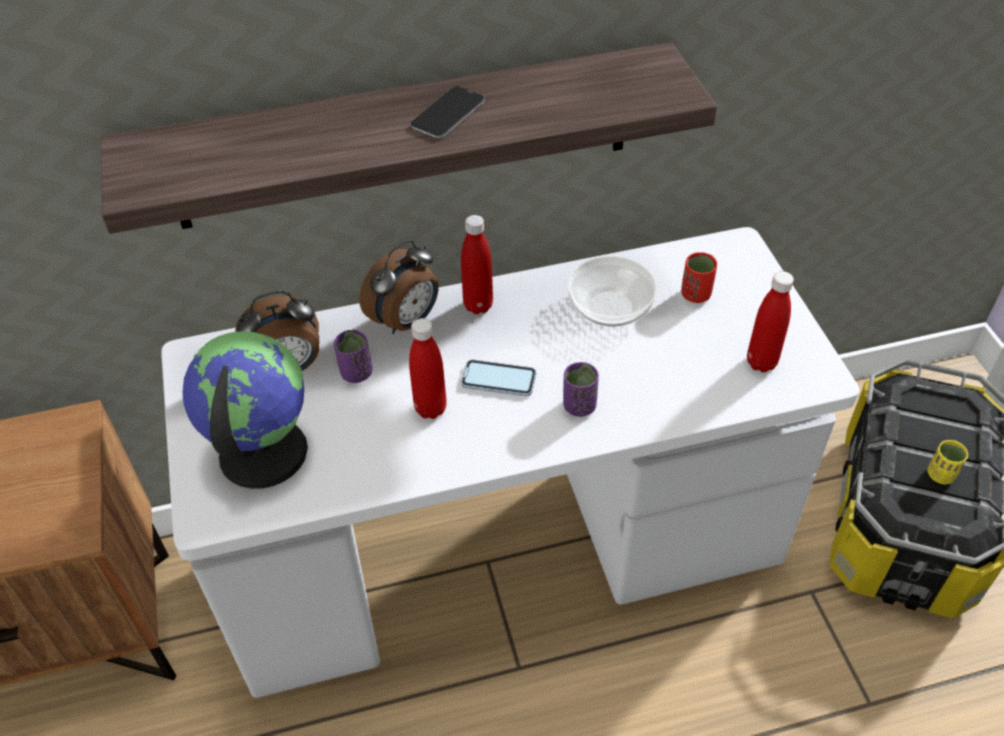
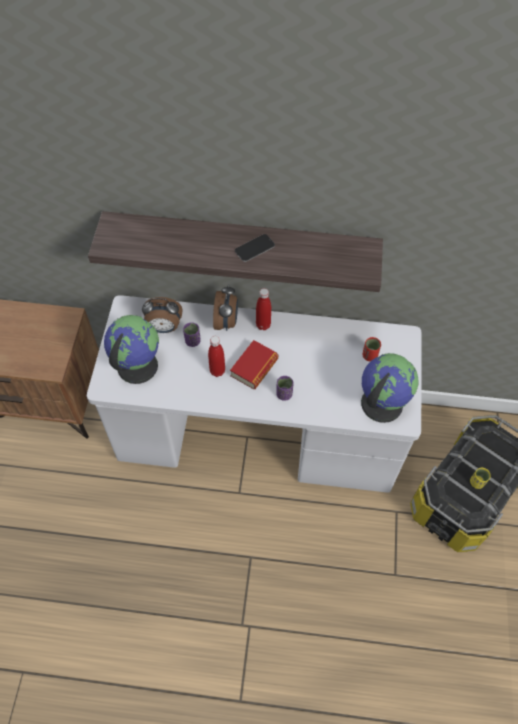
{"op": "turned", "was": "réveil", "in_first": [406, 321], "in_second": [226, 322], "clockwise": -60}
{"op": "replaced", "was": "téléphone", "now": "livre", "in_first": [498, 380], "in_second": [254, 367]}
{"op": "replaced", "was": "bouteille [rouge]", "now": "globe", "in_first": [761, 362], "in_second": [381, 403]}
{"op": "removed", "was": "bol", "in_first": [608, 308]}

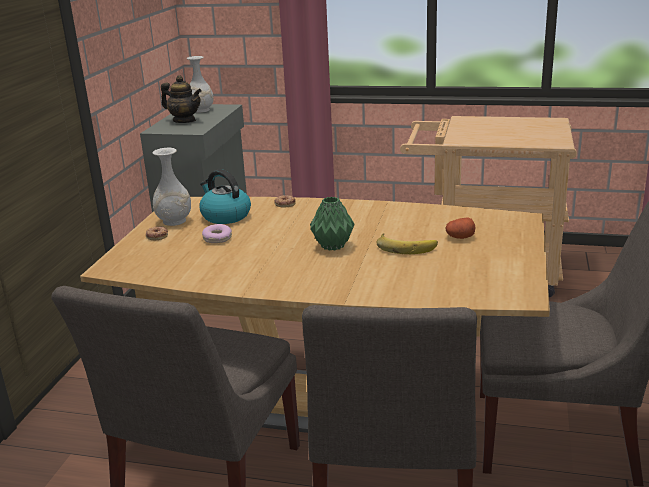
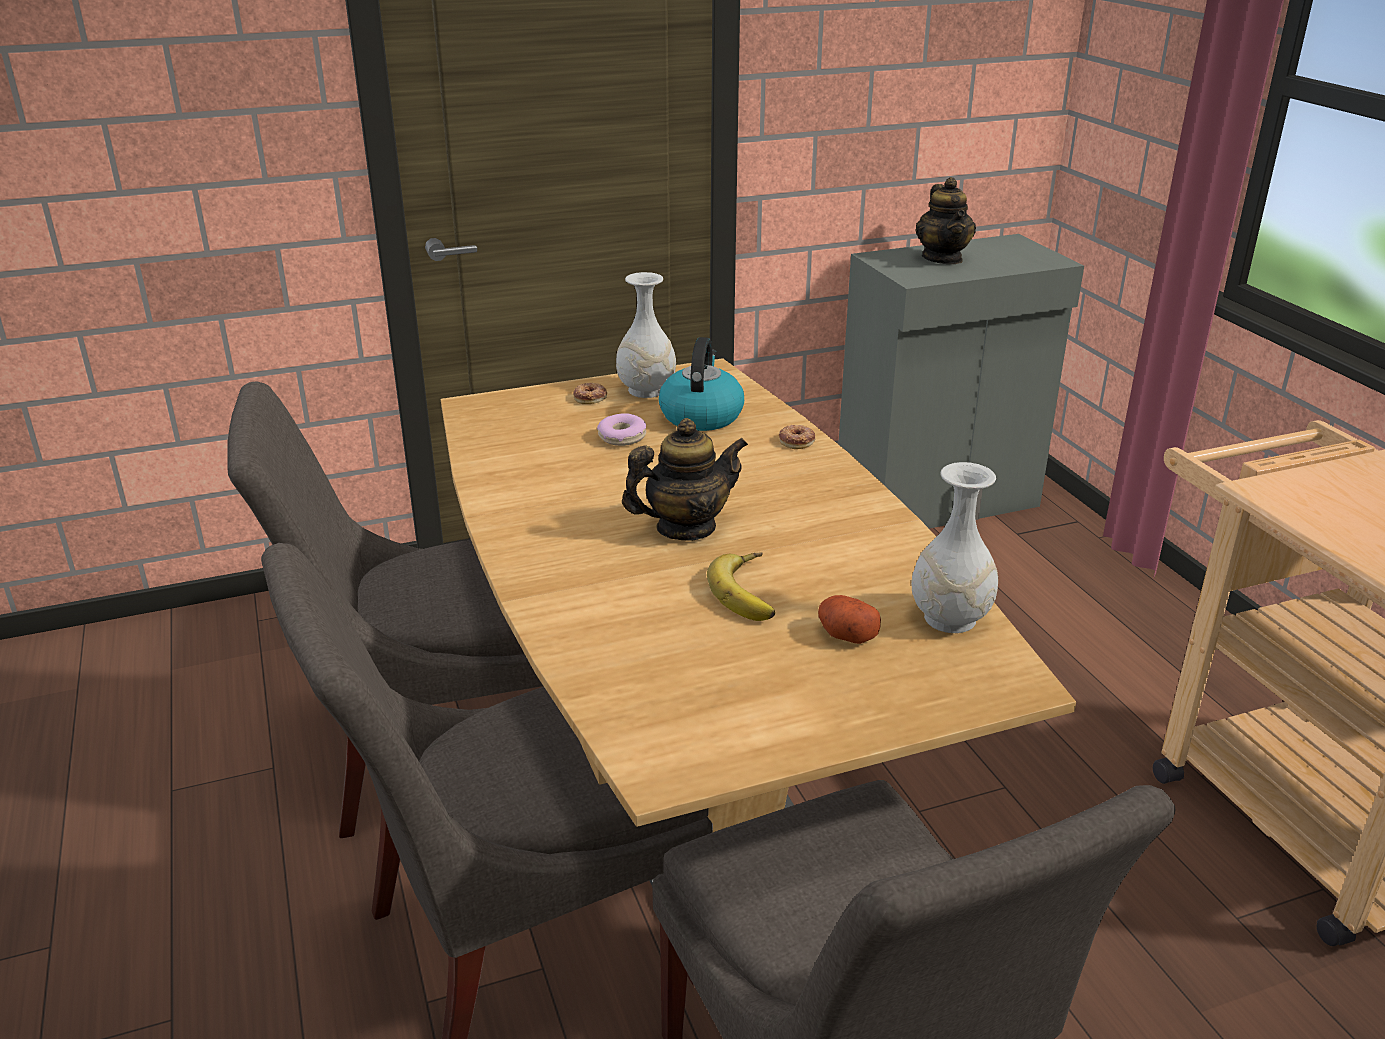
{"op": "replaced", "was": "vase [vert]", "now": "théière", "in_first": [332, 246], "in_second": [685, 528]}
{"op": "moved", "was": "vase [blanc]", "in_first": [201, 110], "in_second": [948, 619]}

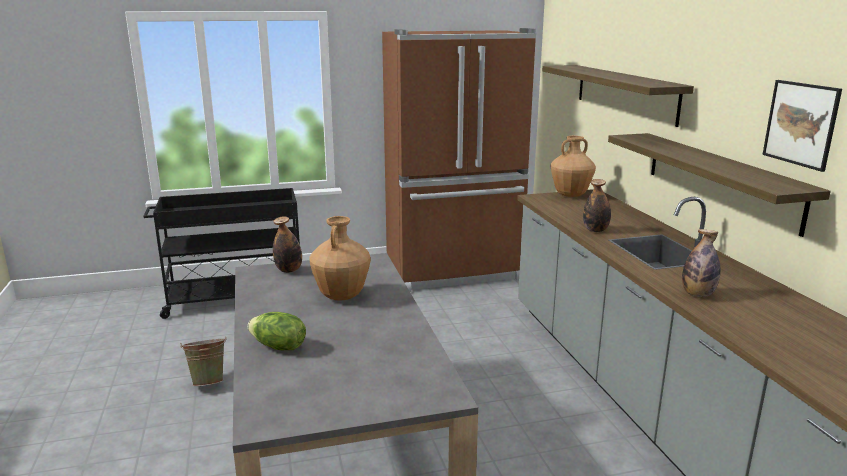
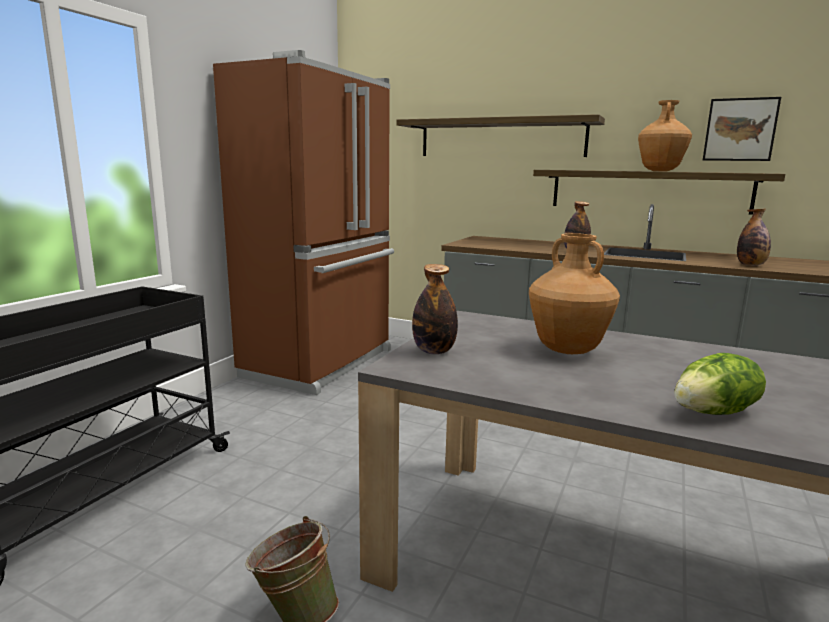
{"op": "moved", "was": "vase [marron]", "in_first": [571, 195], "in_second": [660, 171]}

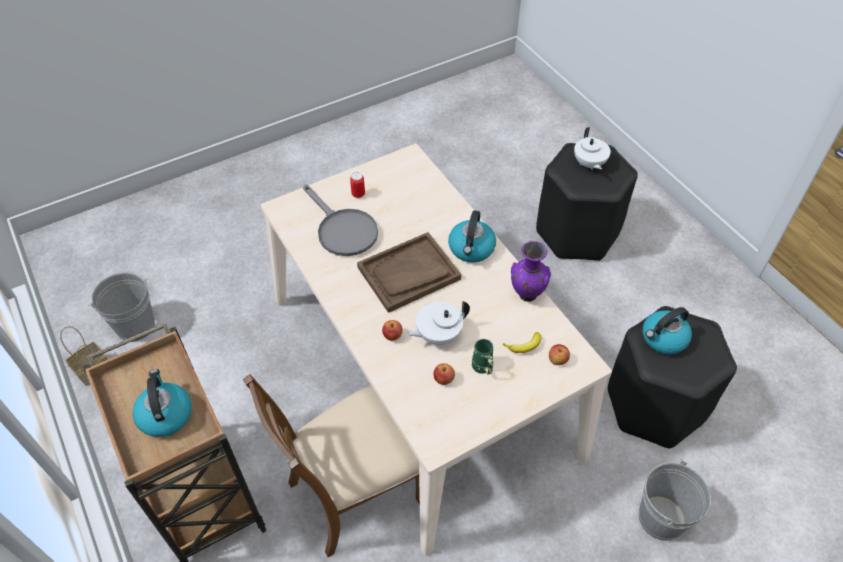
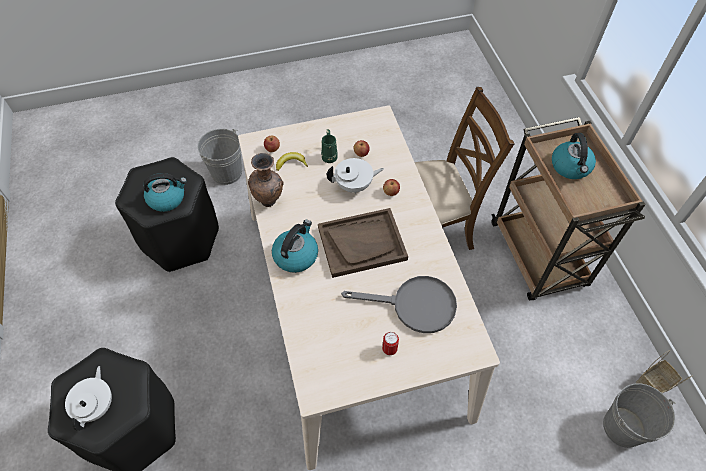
{"op": "recoloured", "was": "vase [violet]", "now": "vase [marron]", "in_first": [526, 296], "in_second": [269, 201]}
{"op": "turned", "was": "poêle [gris]", "in_first": [342, 230], "in_second": [414, 305], "clockwise": 120}

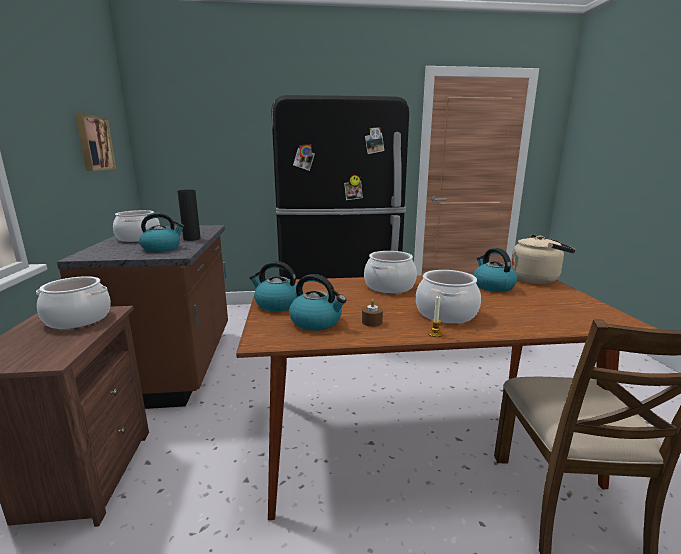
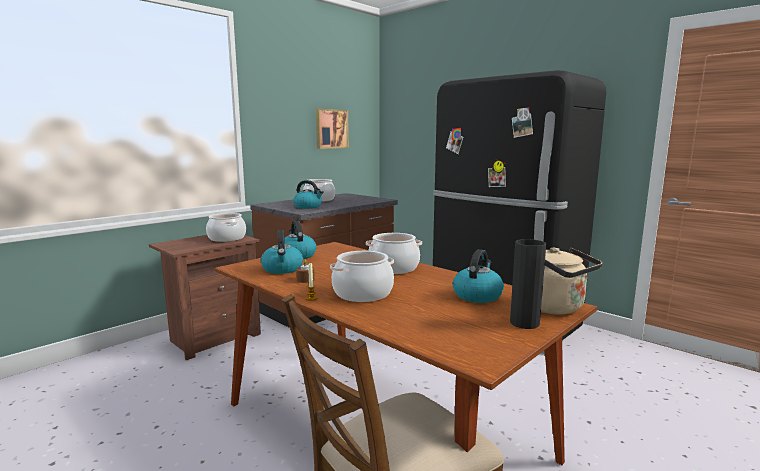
{"op": "moved", "was": "vase [noir]", "in_first": [192, 239], "in_second": [524, 323]}

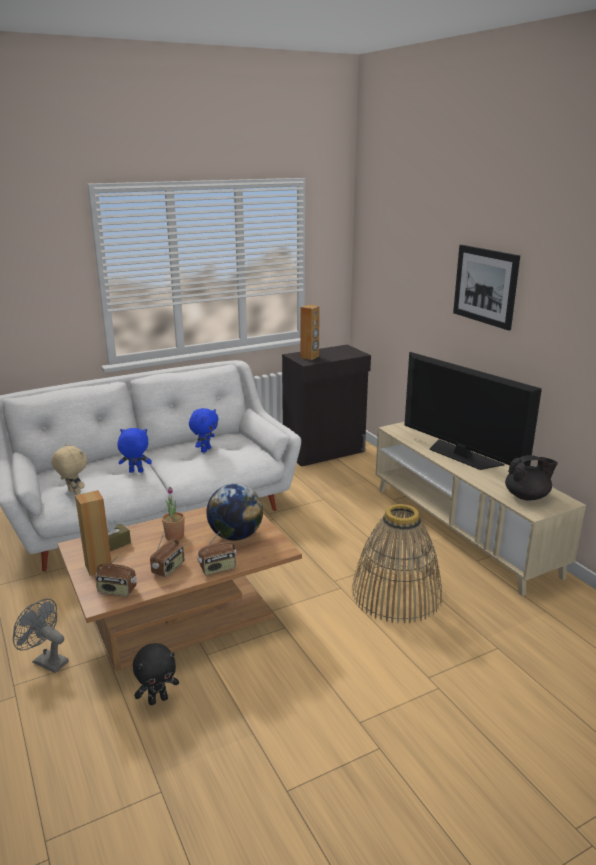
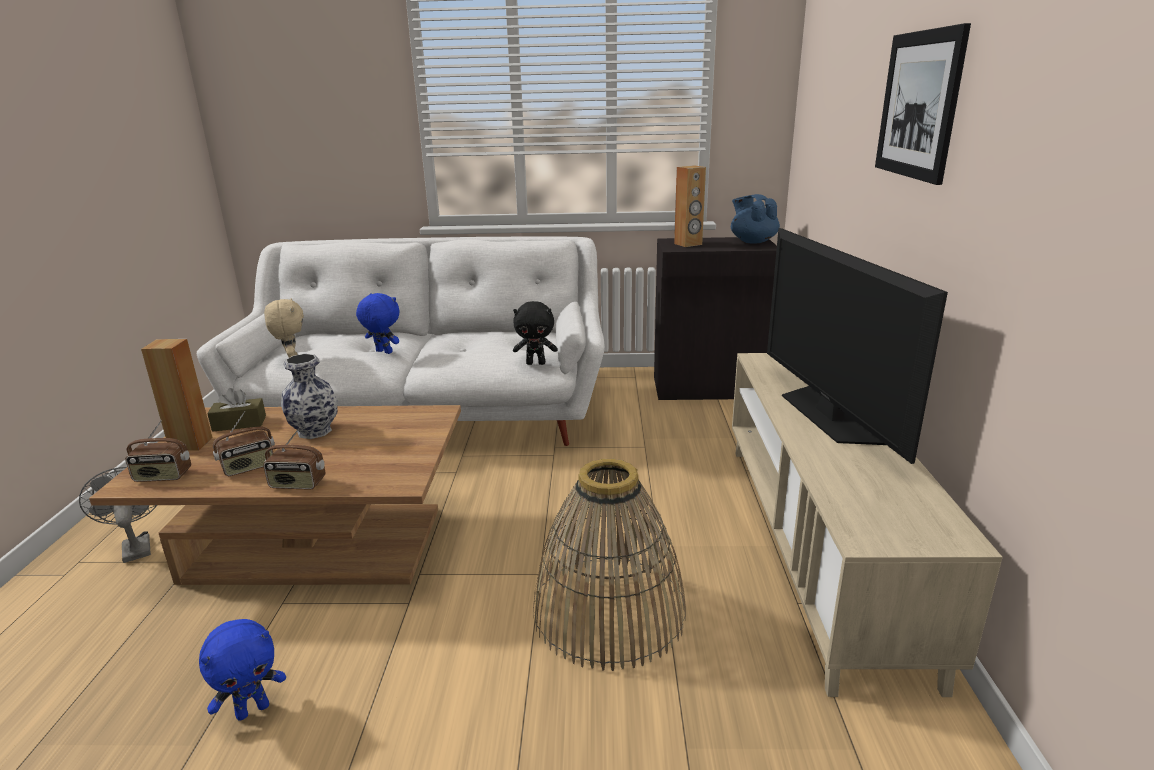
{"op": "turned", "was": "radio", "in_first": [117, 591], "in_second": [162, 476], "clockwise": -45}
{"op": "moved", "was": "peluche [bleu]", "in_first": [205, 450], "in_second": [253, 709]}
{"op": "replaced", "was": "plante en pot", "now": "vase", "in_first": [174, 536], "in_second": [313, 431]}
{"op": "moved", "was": "peluche [noir]", "in_first": [158, 699], "in_second": [536, 363]}
{"op": "added", "now": "théière [bleu]", "in_second": [753, 241]}
{"op": "removed", "was": "globe", "in_first": [235, 536]}
{"op": "removed", "was": "théière [noir]", "in_first": [527, 496]}

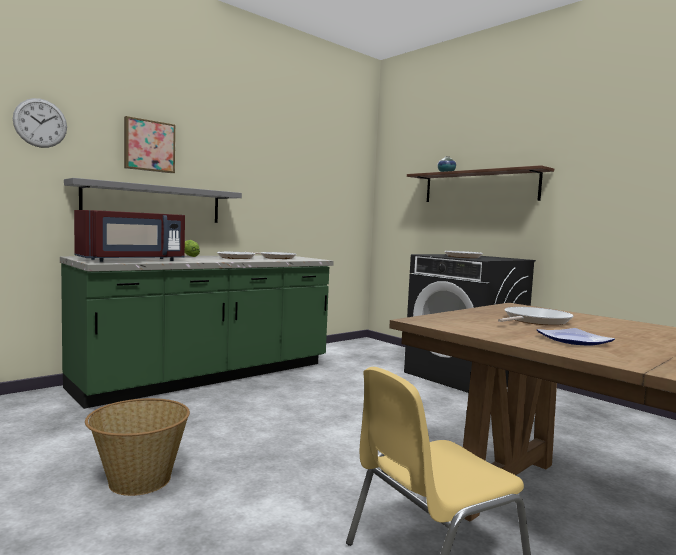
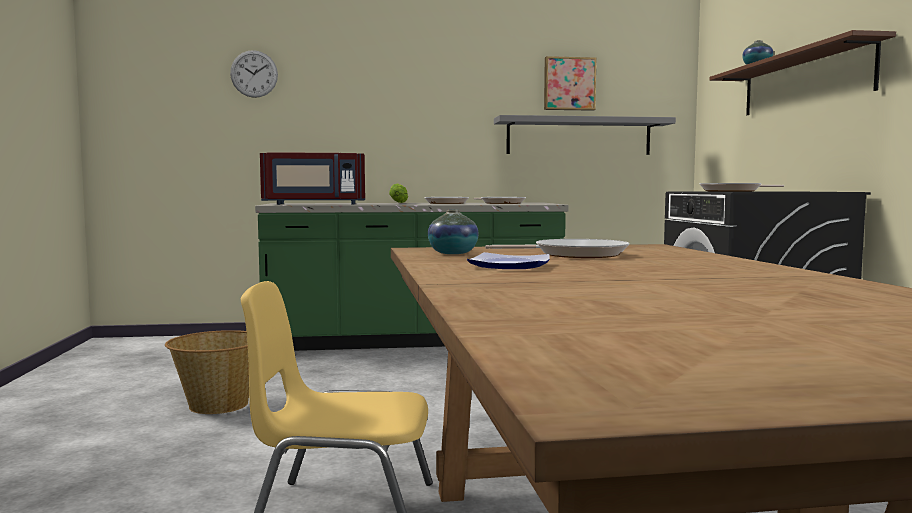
{"op": "added", "now": "vase", "in_second": [453, 253]}
{"op": "moved", "was": "étagère [gris]", "in_first": [154, 203], "in_second": [579, 136]}
{"op": "moved", "was": "tableau", "in_first": [149, 146], "in_second": [569, 84]}

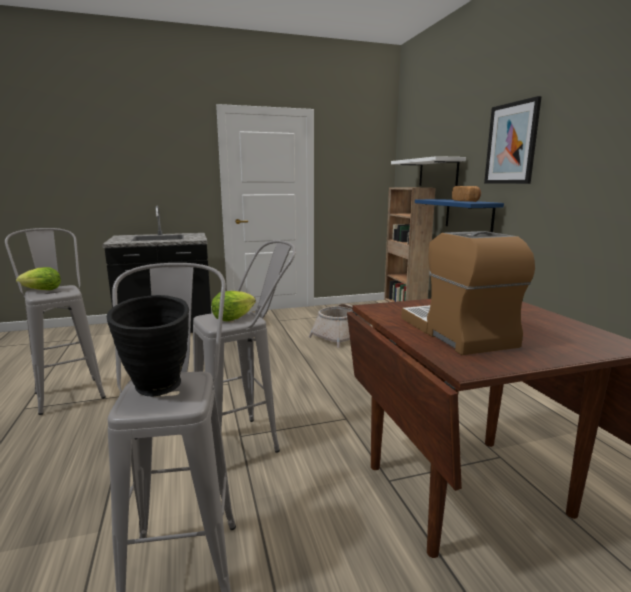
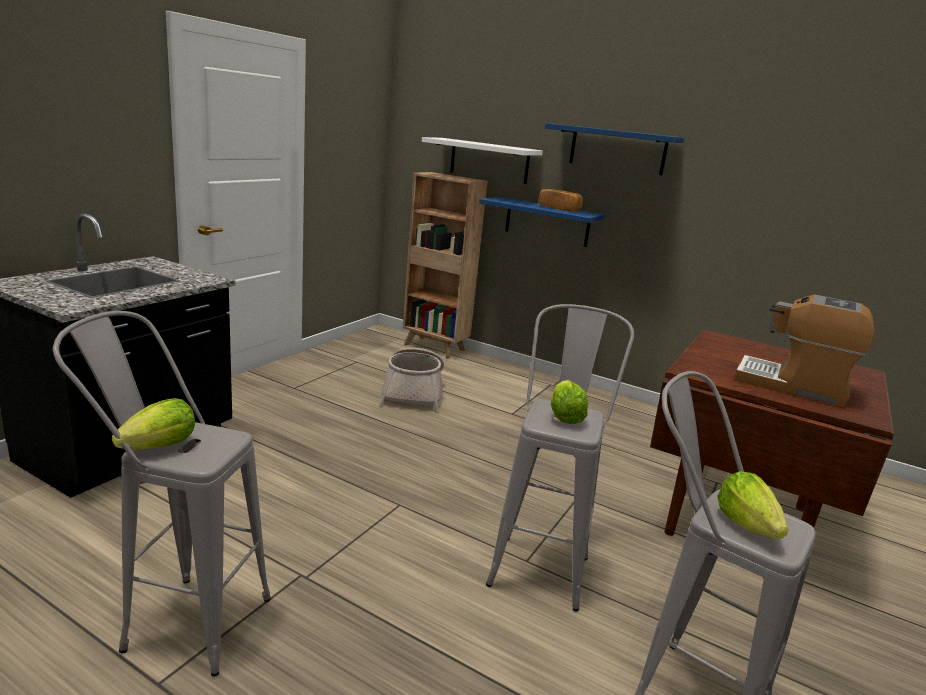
{"op": "replaced", "was": "tableau", "now": "étagère [bleu]", "in_first": [511, 143], "in_second": [617, 150]}
{"op": "replaced", "was": "vase [noir]", "now": "laitue", "in_first": [158, 391], "in_second": [746, 525]}

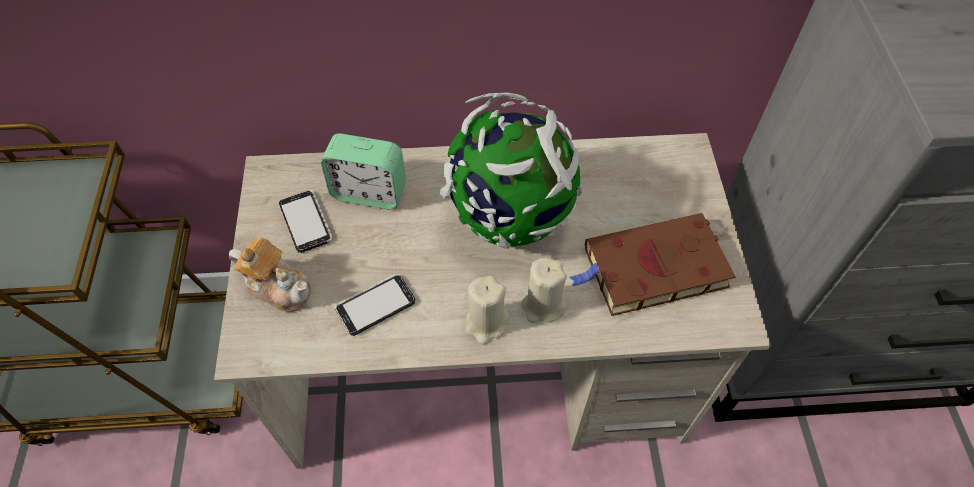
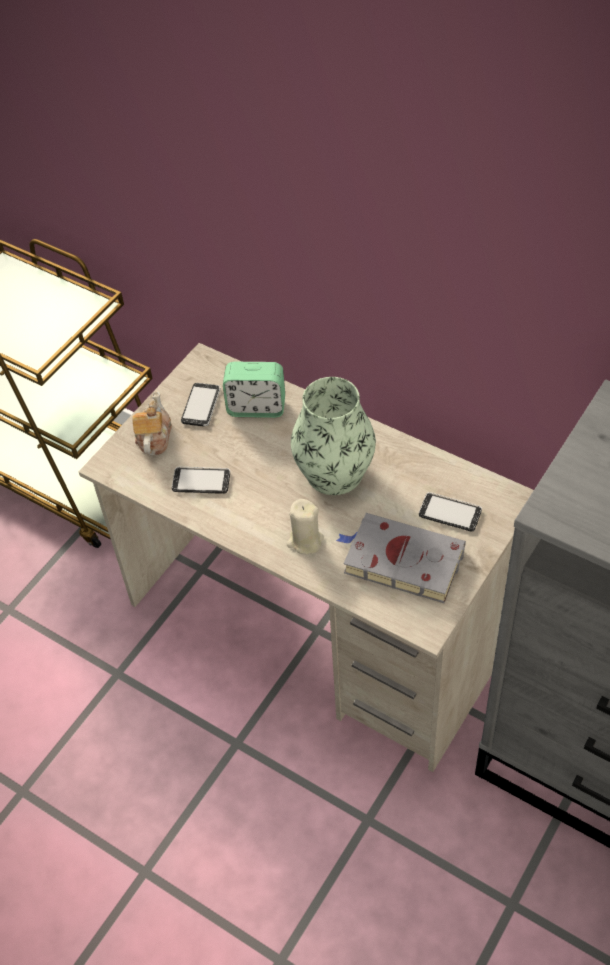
{"op": "turned", "was": "théière", "in_first": [279, 287], "in_second": [154, 438], "clockwise": -150}
{"op": "turned", "was": "réveil", "in_first": [369, 192], "in_second": [256, 407], "clockwise": -45}
{"op": "replaced", "was": "globe", "now": "vase", "in_first": [509, 217], "in_second": [334, 473]}
{"op": "recoloured", "was": "livre [marron]", "now": "livre [gris]", "in_first": [651, 269], "in_second": [400, 561]}
{"op": "added", "now": "téléphone", "in_second": [450, 513]}
{"op": "removed", "was": "bougie [beige]", "in_first": [486, 323]}

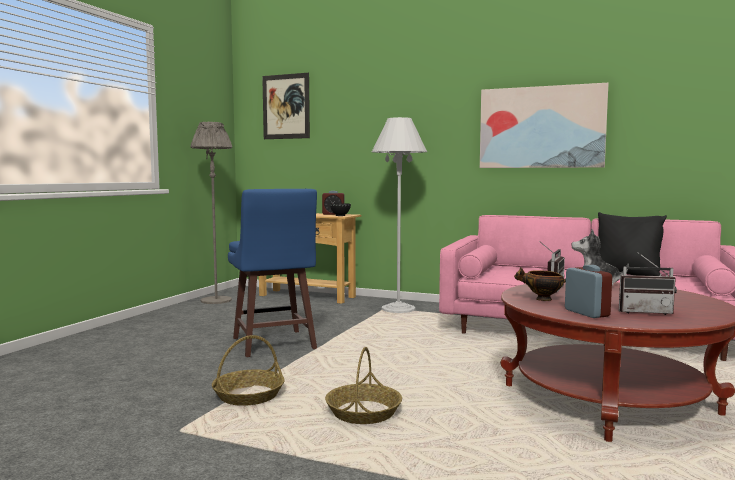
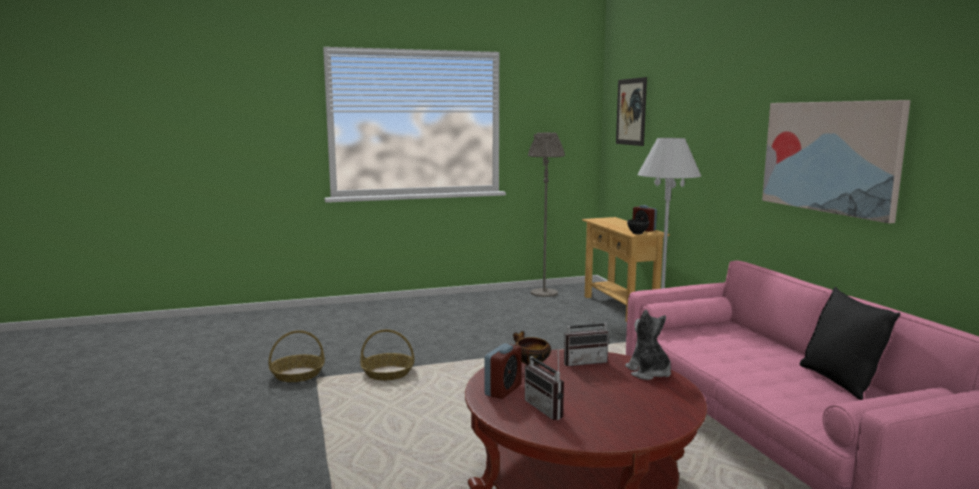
{"op": "moved", "was": "panier", "in_first": [363, 412], "in_second": [298, 374]}
{"op": "removed", "was": "tabouret [bleu]", "in_first": [273, 344]}

